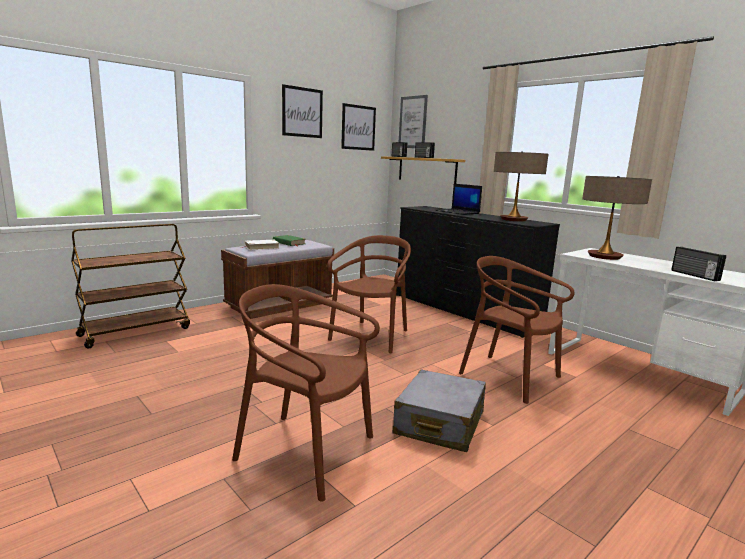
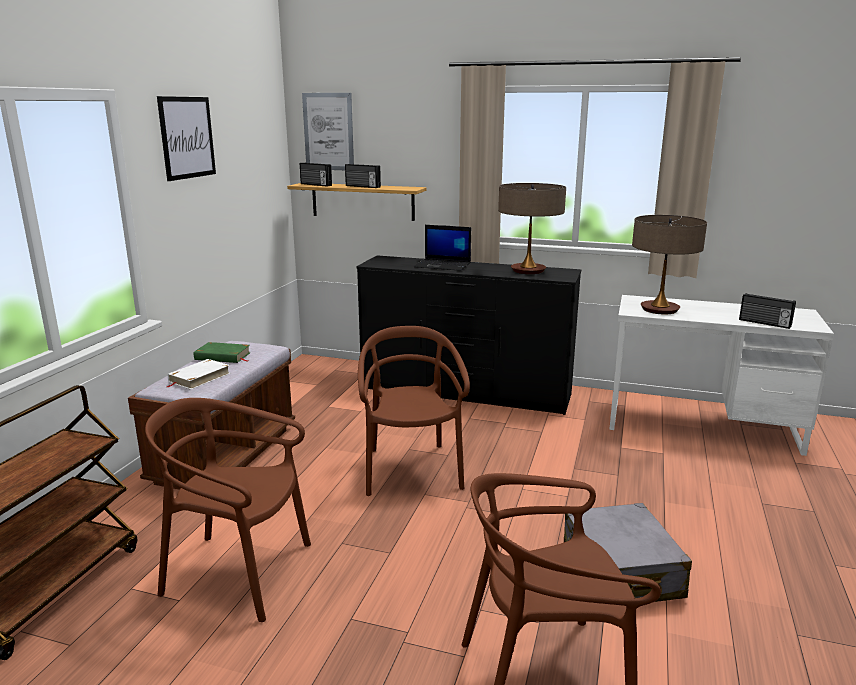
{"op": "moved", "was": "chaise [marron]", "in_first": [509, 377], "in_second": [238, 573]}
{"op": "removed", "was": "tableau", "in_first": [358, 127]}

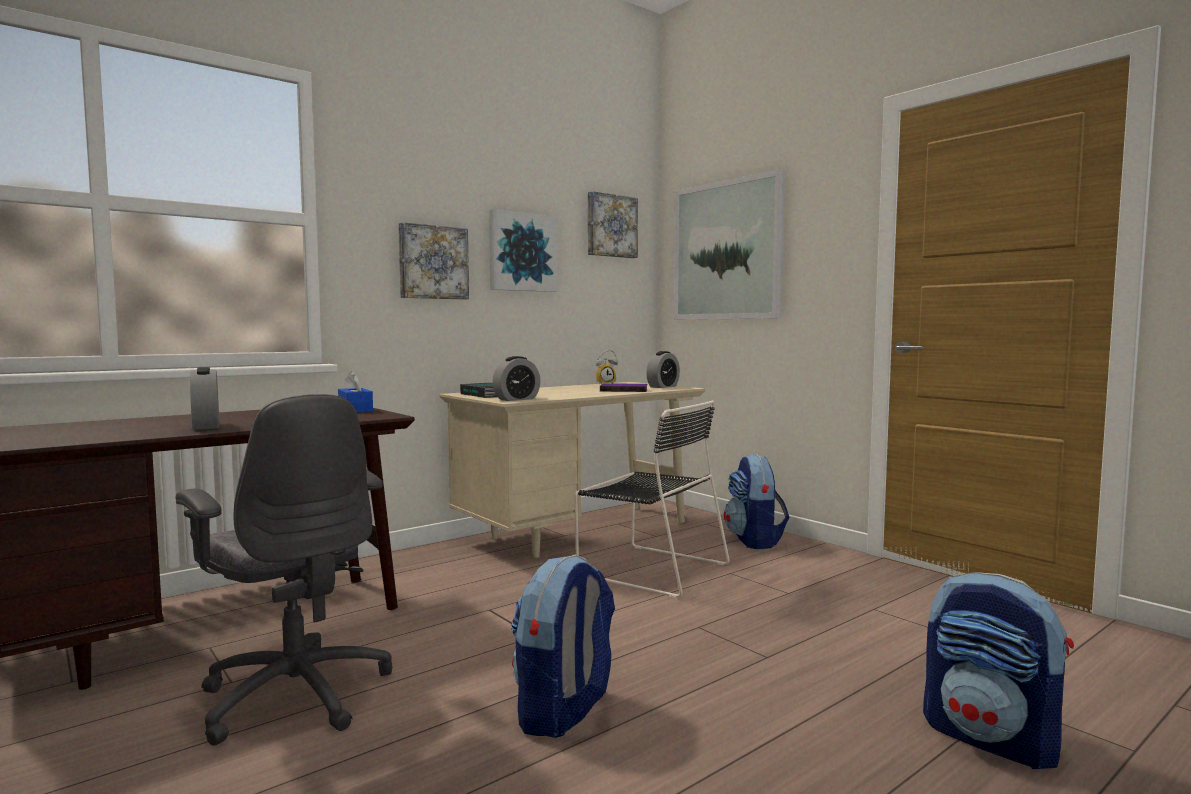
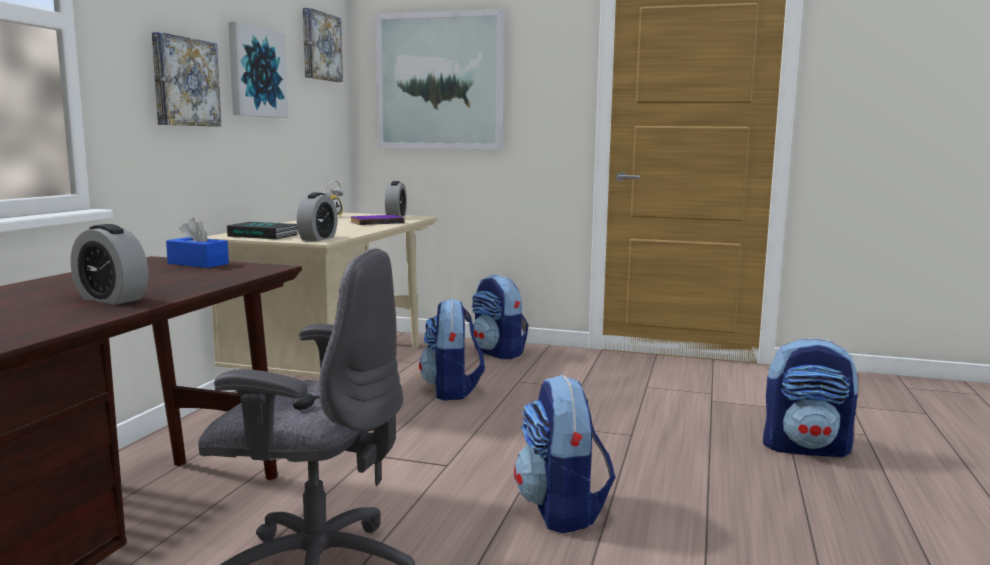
{"op": "replaced", "was": "chaise [noir]", "now": "sac à dos", "in_first": [649, 569], "in_second": [452, 391]}

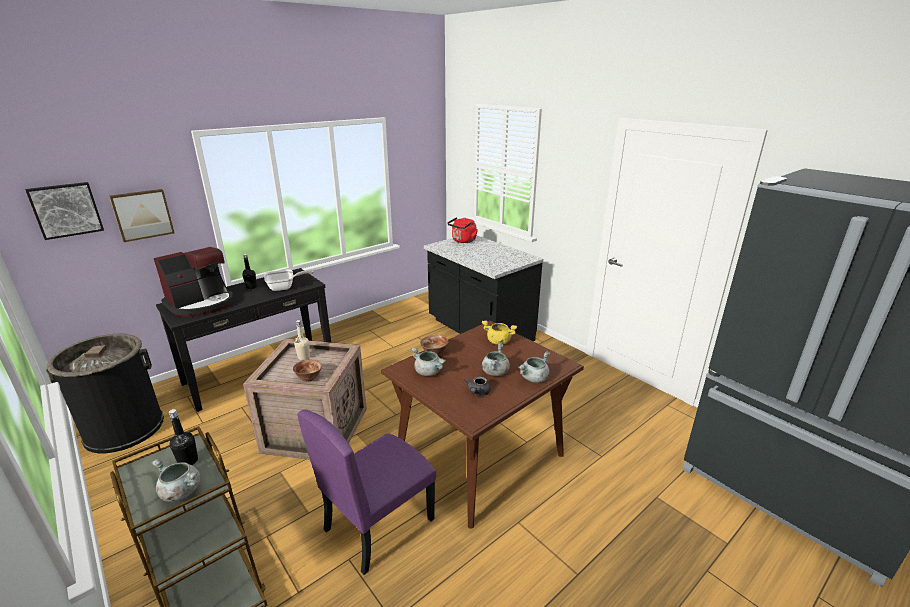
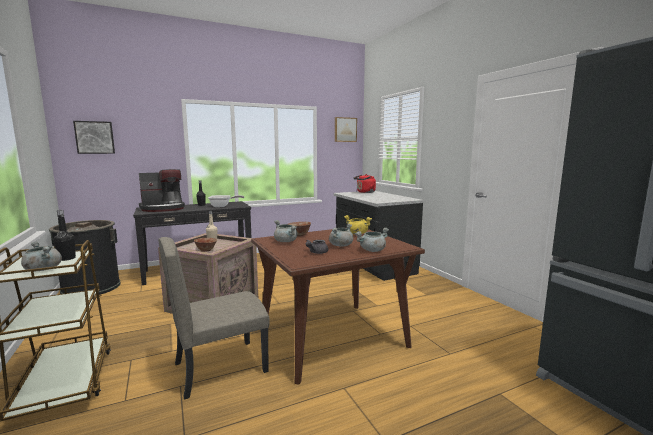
{"op": "recoloured", "was": "chaise [violet]", "now": "chaise [beige]", "in_first": [378, 523], "in_second": [220, 367]}
{"op": "moved", "was": "tableau", "in_first": [142, 214], "in_second": [345, 129]}

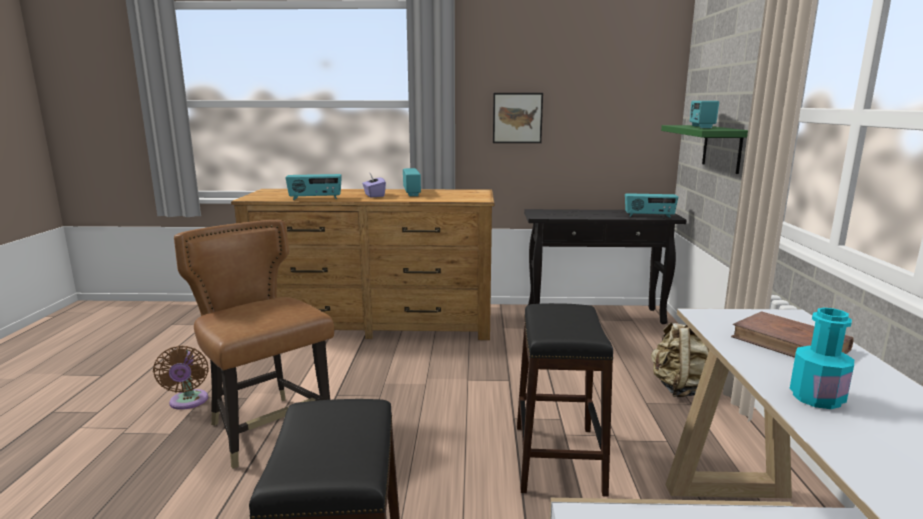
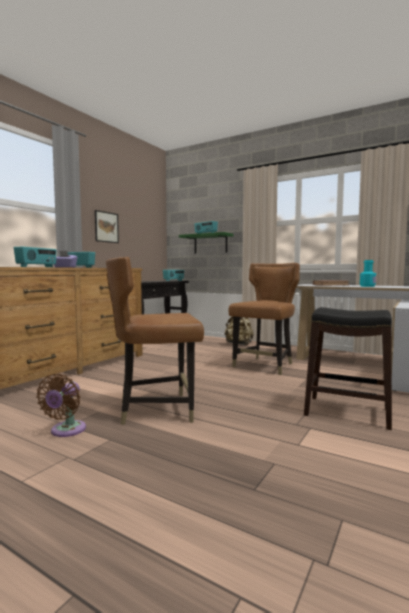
{"op": "turned", "was": "ventilateur [marron]", "in_first": [188, 402], "in_second": [66, 431], "clockwise": 90}
{"op": "replaced", "was": "tabouret [noir]", "now": "chaise [marron]", "in_first": [559, 458], "in_second": [265, 366]}

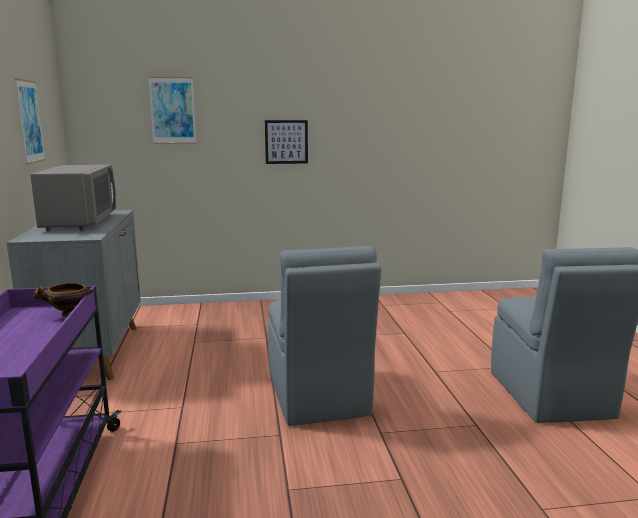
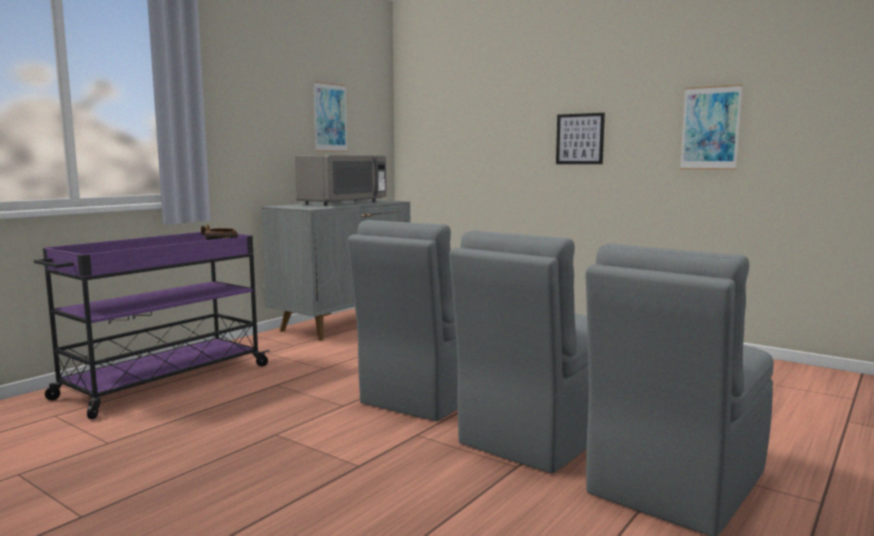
{"op": "added", "now": "chaise [gris]", "in_second": [536, 436]}
{"op": "moved", "was": "tableau", "in_first": [173, 110], "in_second": [710, 128]}

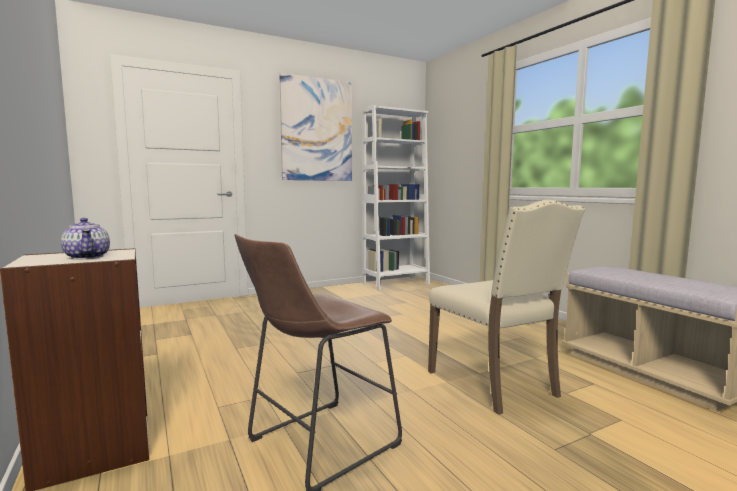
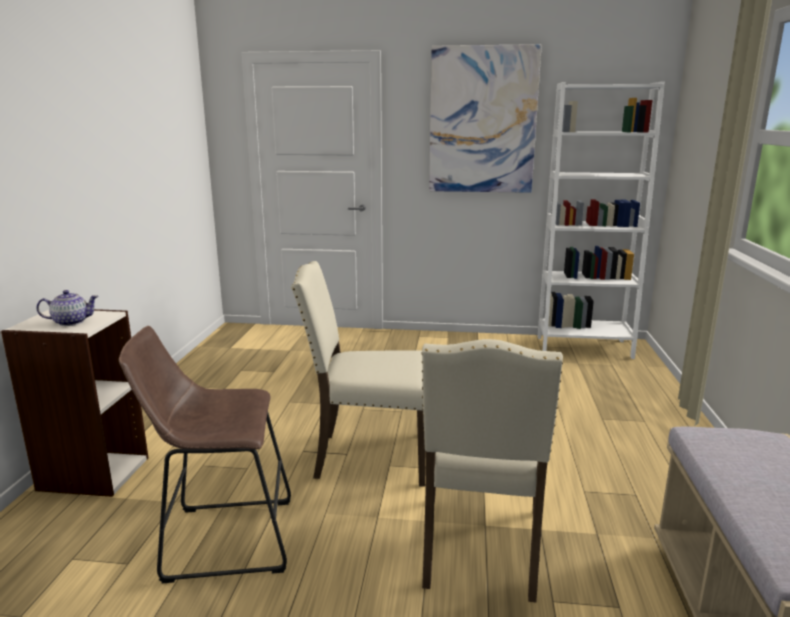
{"op": "turned", "was": "théière", "in_first": [88, 257], "in_second": [71, 322], "clockwise": -105}
{"op": "added", "now": "chaise [beige]", "in_second": [369, 456]}

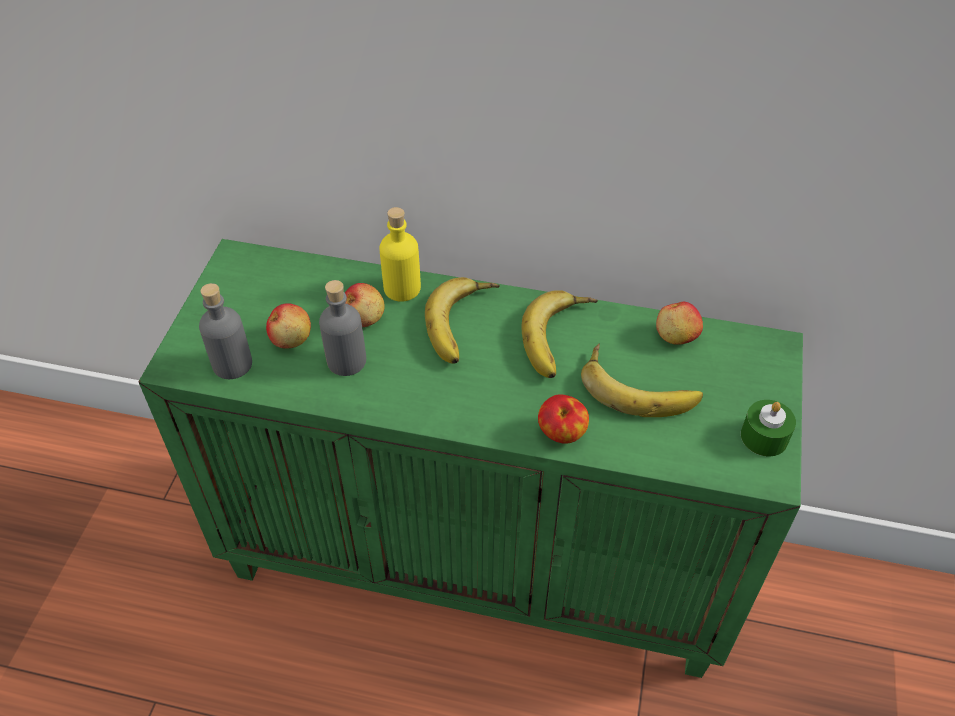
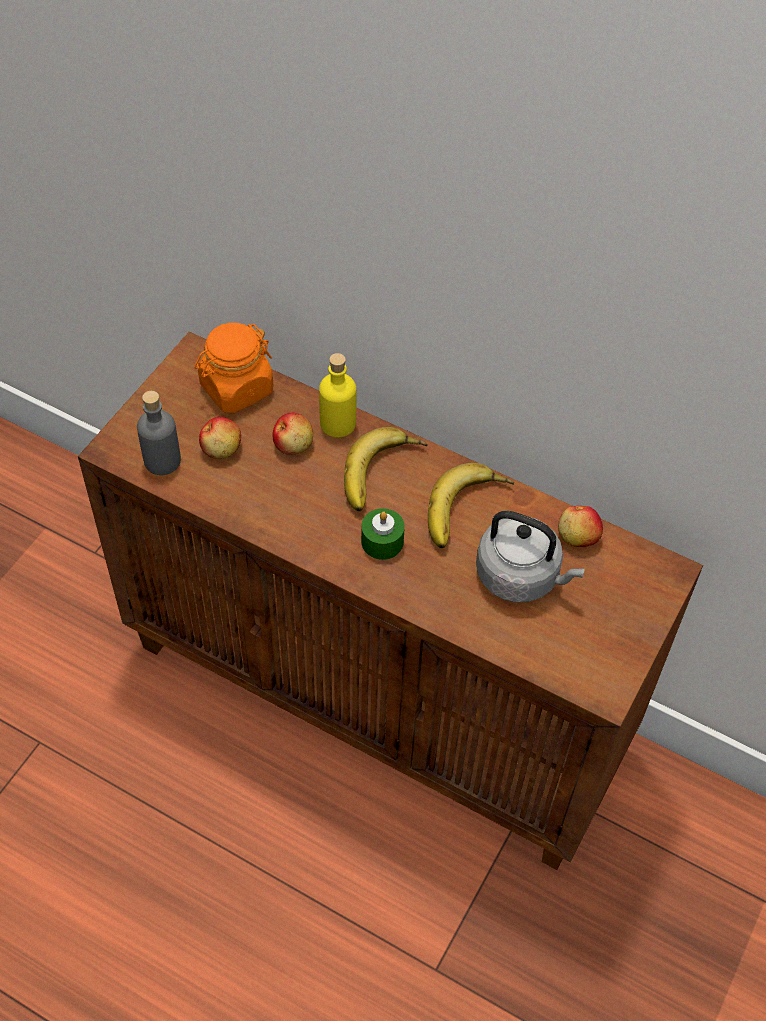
{"op": "recoloured", "was": "meuble de rangement [vert]", "now": "meuble de rangement [marron]", "in_first": [481, 560], "in_second": [380, 696]}
{"op": "added", "now": "bocal [orange]", "in_second": [236, 389]}
{"op": "moved", "was": "bougie [vert]", "in_first": [764, 437], "in_second": [382, 541]}
{"op": "replaced", "was": "banane", "now": "bouilloire [gris]", "in_first": [639, 386], "in_second": [521, 576]}
{"op": "removed", "was": "bouteille [gris]", "in_first": [346, 361]}
{"op": "removed", "was": "pomme", "in_first": [561, 434]}

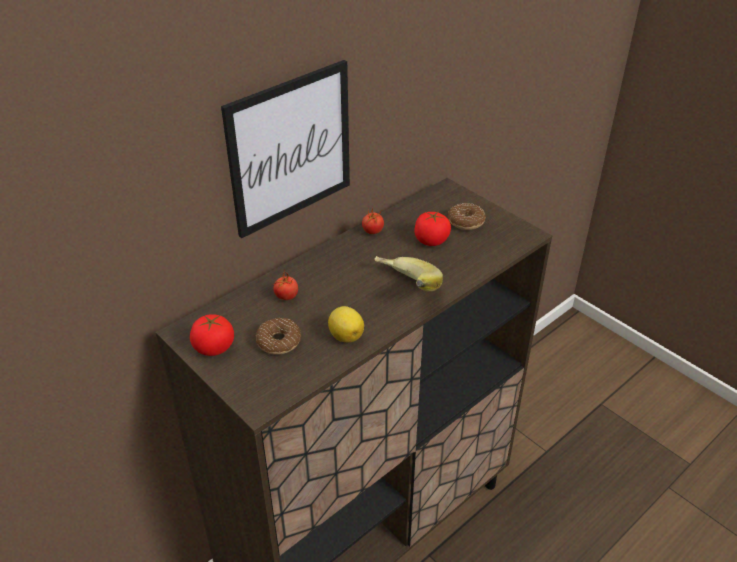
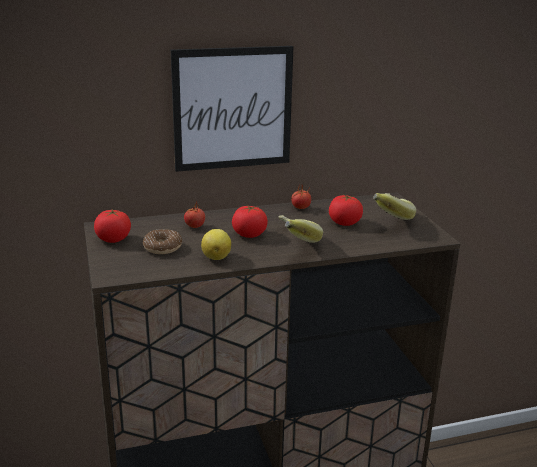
{"op": "added", "now": "tomate", "in_second": [249, 234]}
{"op": "replaced", "was": "beignet", "now": "banane", "in_first": [466, 221], "in_second": [387, 219]}

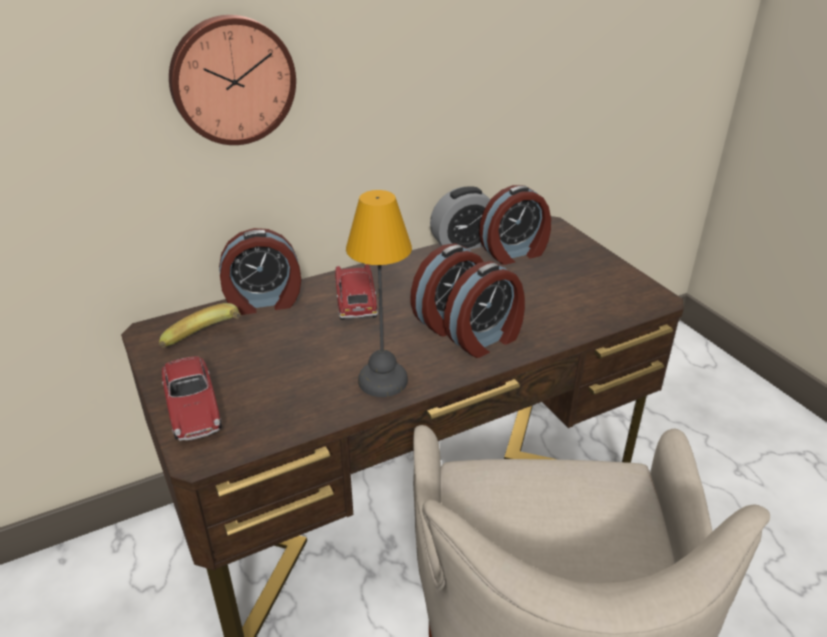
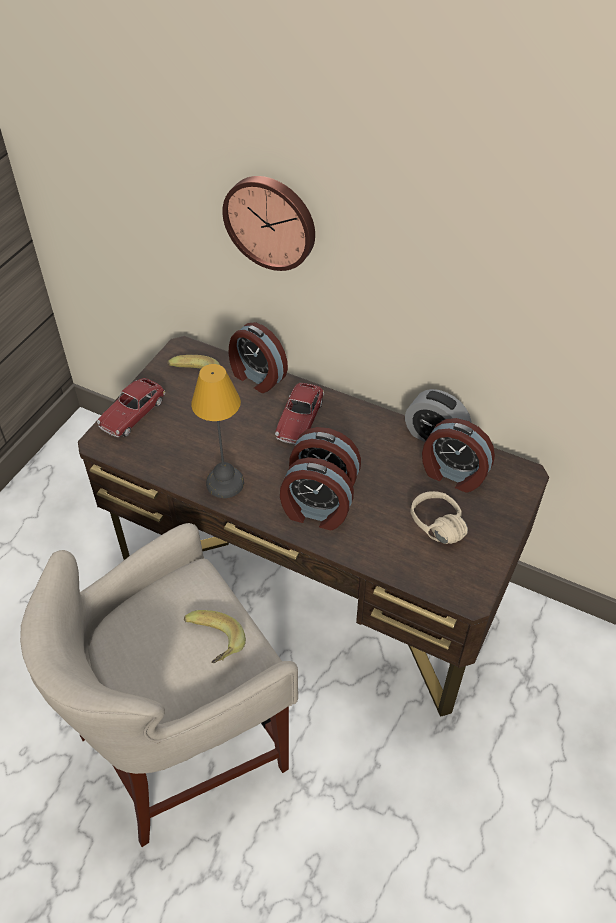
{"op": "added", "now": "banane", "in_second": [212, 646]}
{"op": "turned", "was": "petite voiture", "in_first": [356, 301], "in_second": [299, 420], "clockwise": 150}
{"op": "added", "now": "casque audio [beige]", "in_second": [430, 529]}

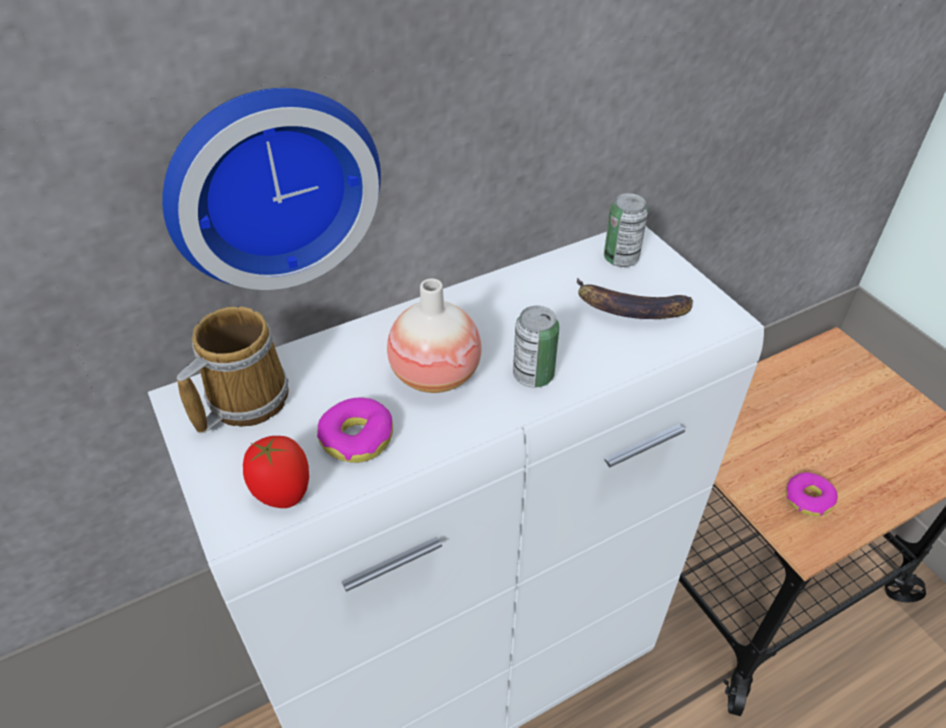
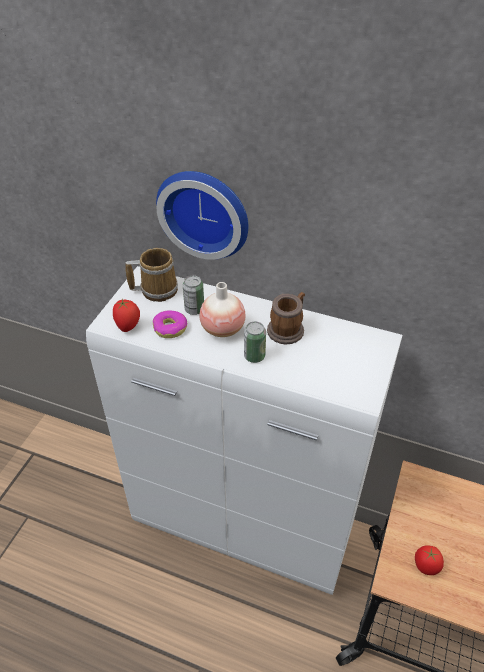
{"op": "moved", "was": "boîte métallique", "in_first": [621, 258], "in_second": [194, 309]}
{"op": "added", "now": "mug", "in_second": [288, 329]}
{"op": "replaced", "was": "beignet", "now": "tomate", "in_first": [808, 499], "in_second": [425, 567]}
{"op": "removed", "was": "banane", "in_first": [629, 309]}

